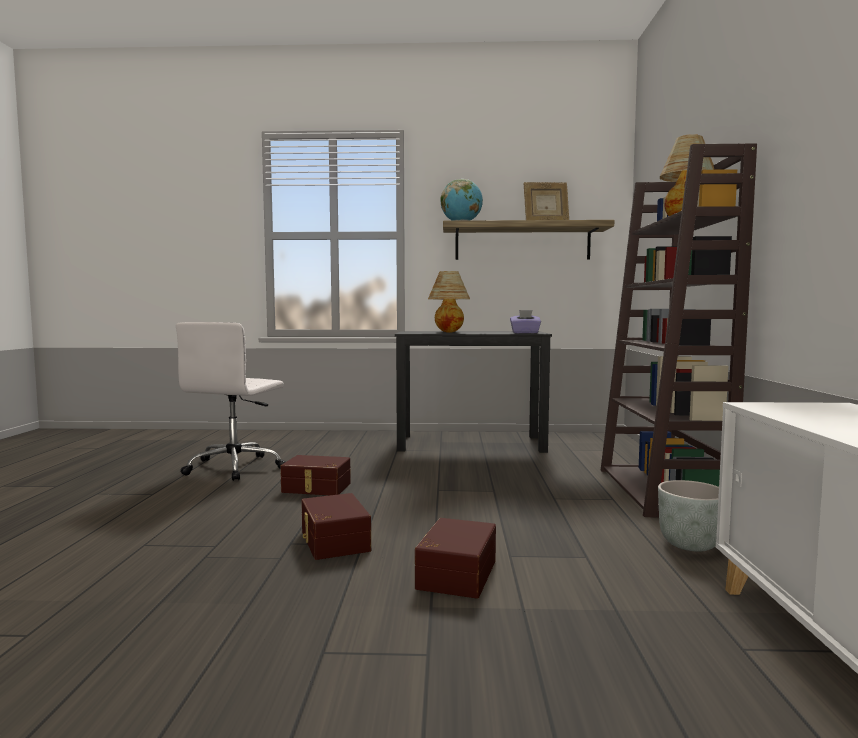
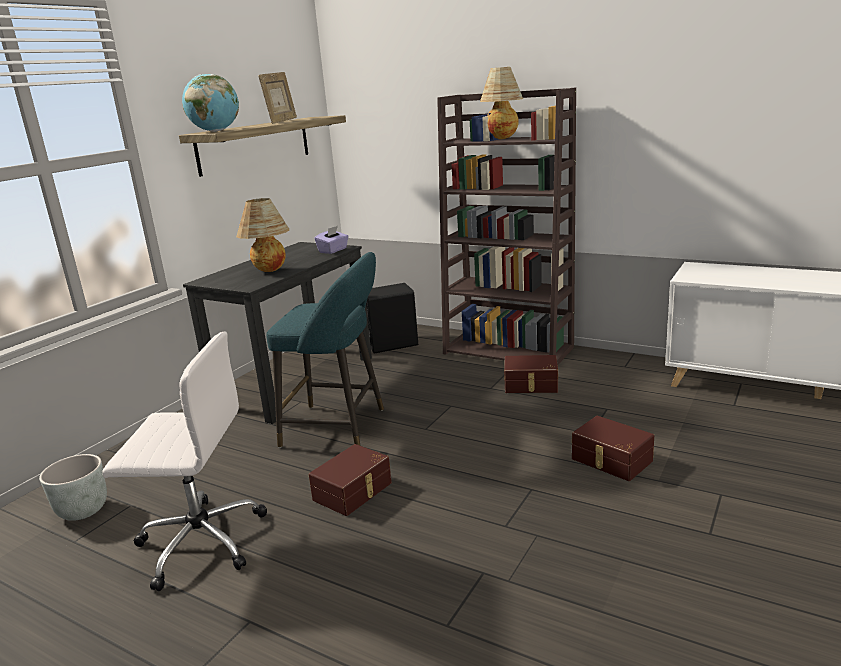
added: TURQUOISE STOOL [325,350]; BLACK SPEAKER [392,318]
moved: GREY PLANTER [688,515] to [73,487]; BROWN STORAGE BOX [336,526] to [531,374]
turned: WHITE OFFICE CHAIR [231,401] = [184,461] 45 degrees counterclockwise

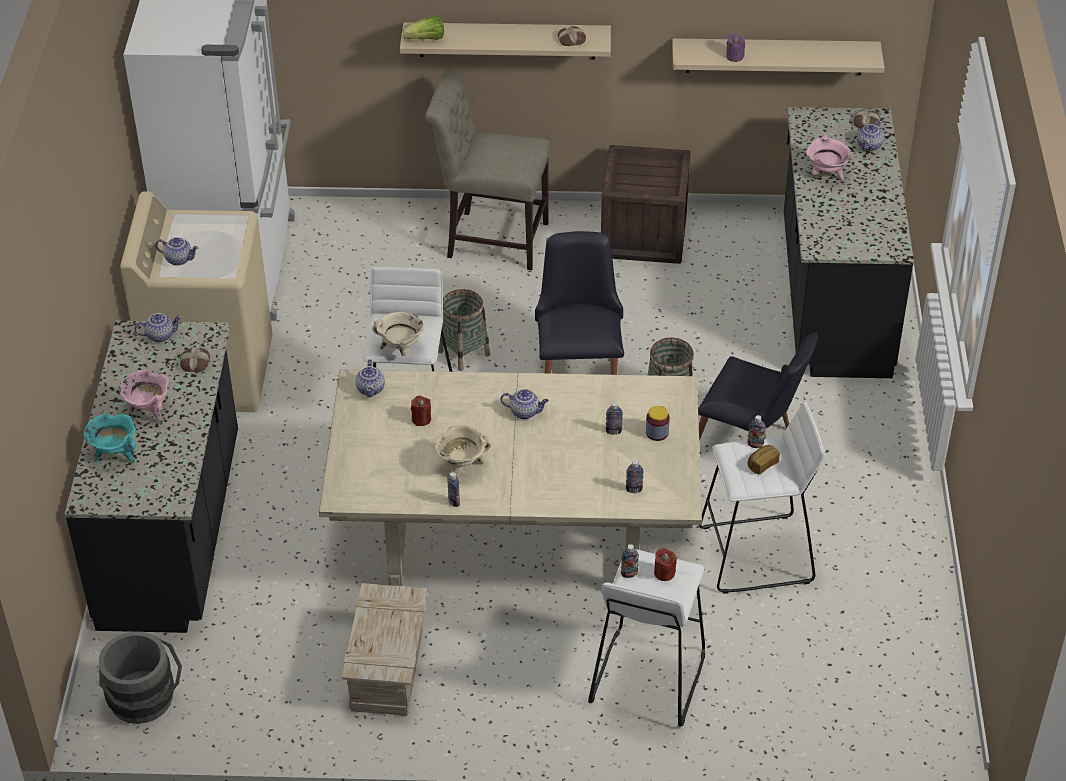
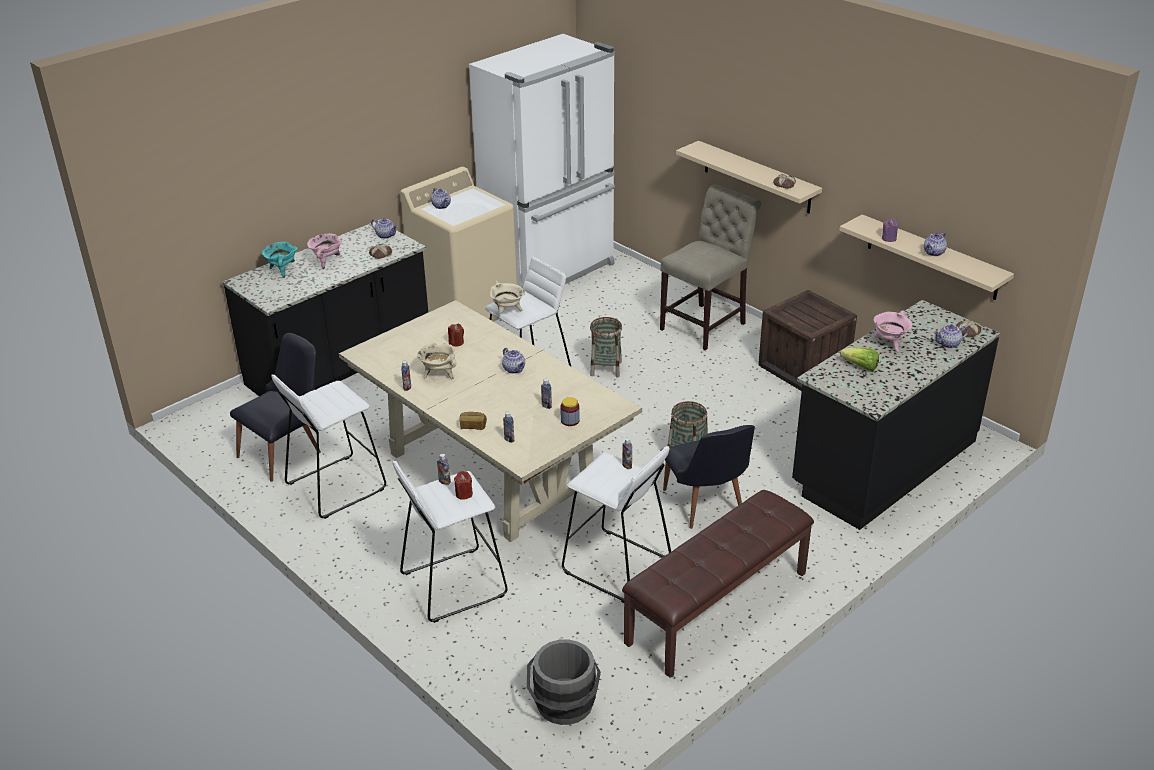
added: BROWN BENCH [718,584]
moved: BLACK CHAIR [579,303] to [275,407]; BREAD [764,460] to [473,421]; GREY BUCKET [140,677] to [564,682]; LETTUCE [423,28] to [859,359]; TEAPOT [370,378] to [935,244]
replaced: CRATE [385,649] to WHITE STOOL [328,447]
turned: BEIGE CHAIR [487,171] = [710,267] 75 degrees clockwise

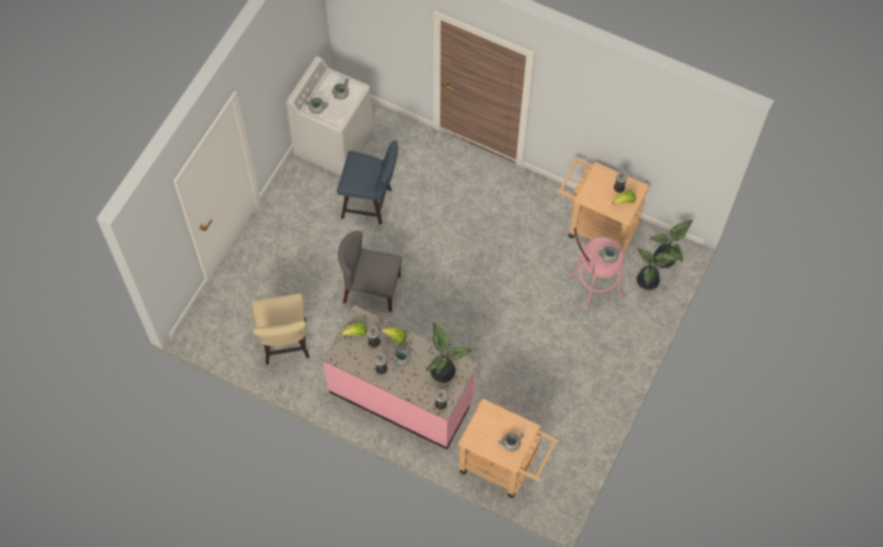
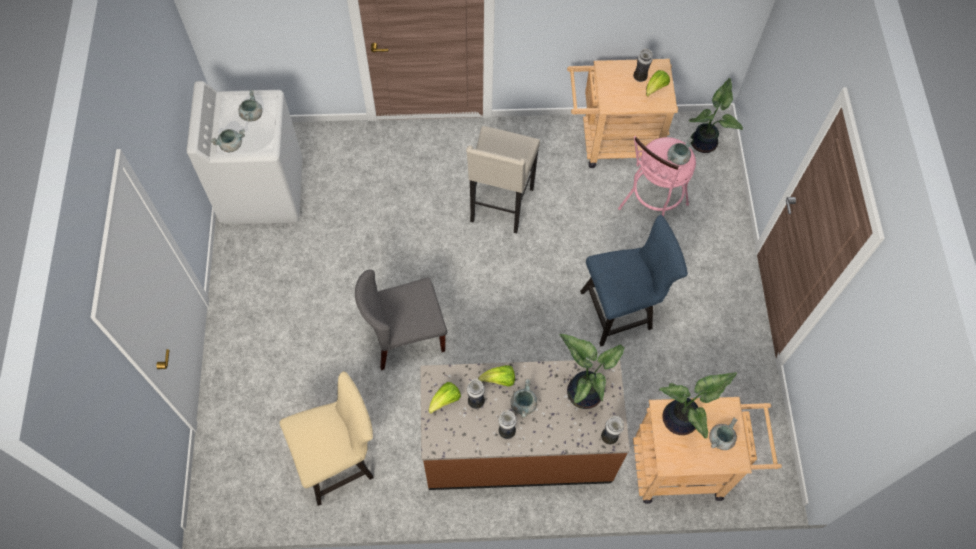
added: BEIGE STOOL [503,179]
moved: BLUE CHAIR [367,183] to [634,281]; POTTED PLANT [659,269] to [698,405]
recoloured: PINK COUNTER [400,377] to BROWN COUNTER [525,424]
turned: BEIGE CHAIR [280,329] = [327,438] 75 degrees counterclockwise

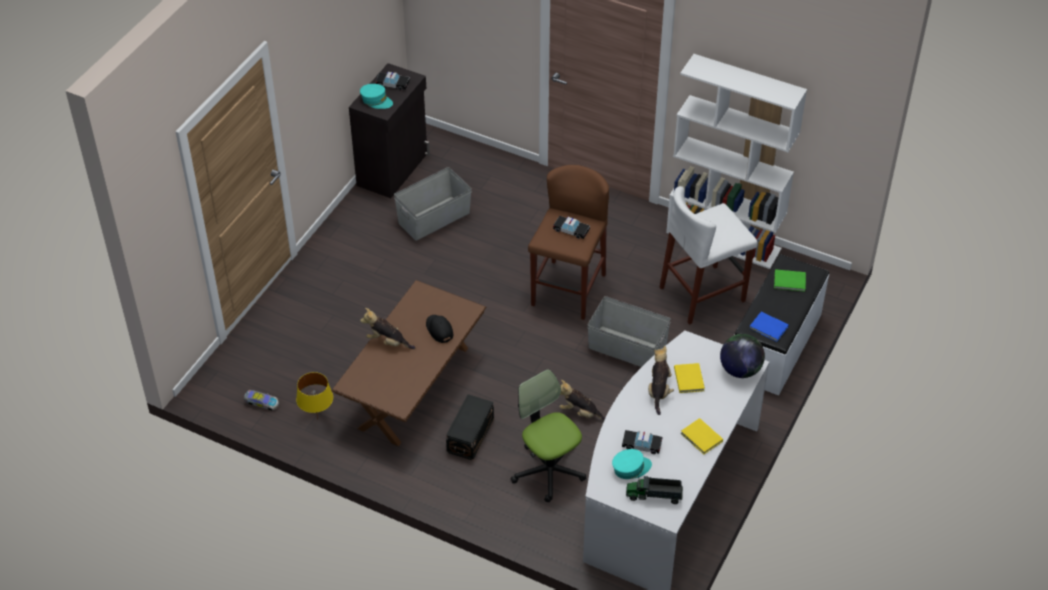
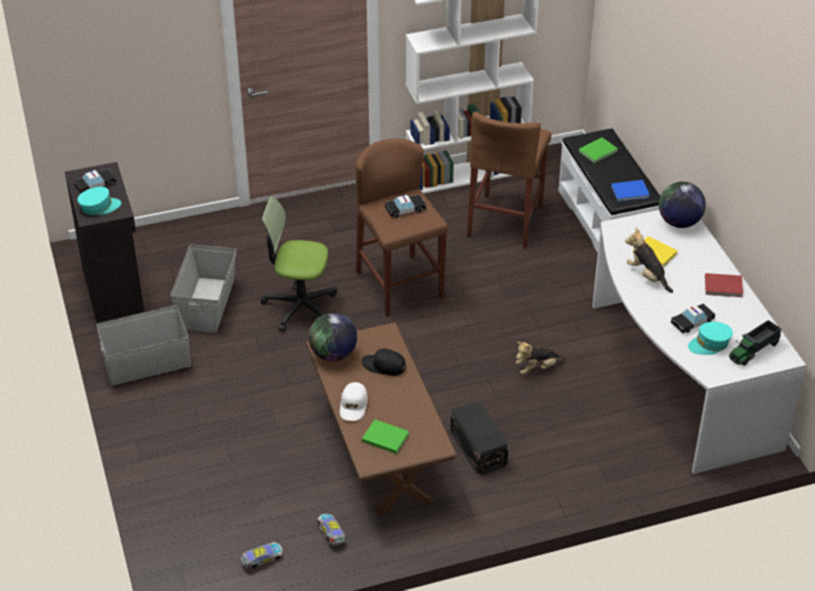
added: GLOBE [332,337]; GREEN BOOK [385,436]
moved: GREY STORAGE BOX [629,331] to [143,345]; OFFICE CHAIR [548,435] to [298,264]
replaced: YELLOW TABLE LAMP [314,395] to TOY CAR [331,529]; PLUSH TOY [387,328] to WHITE CAP [354,401]
recoloured: WHITE STOOL [708,255] to BROWN STOOL [509,180]; YELLOW BOOK [702,436] to RED BOOK [724,285]
turned: TURQUOISE CAP [632,464] = [710,338] 135 degrees counterclockwise

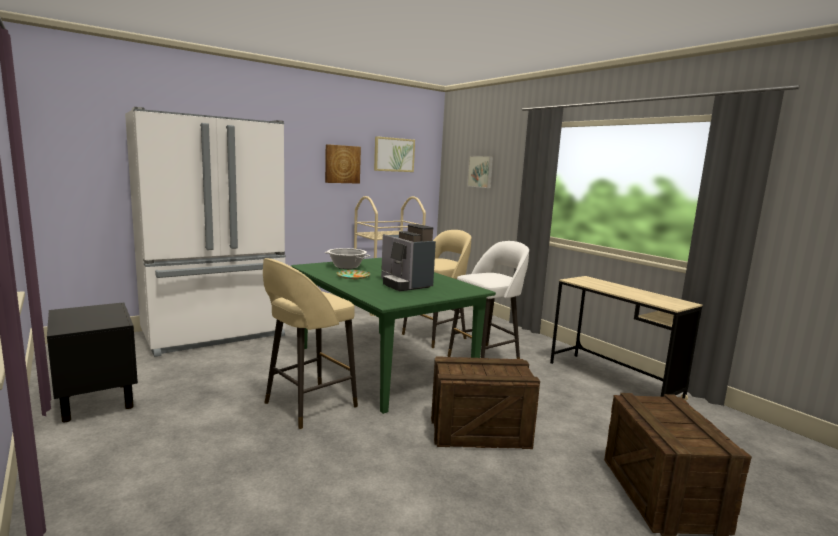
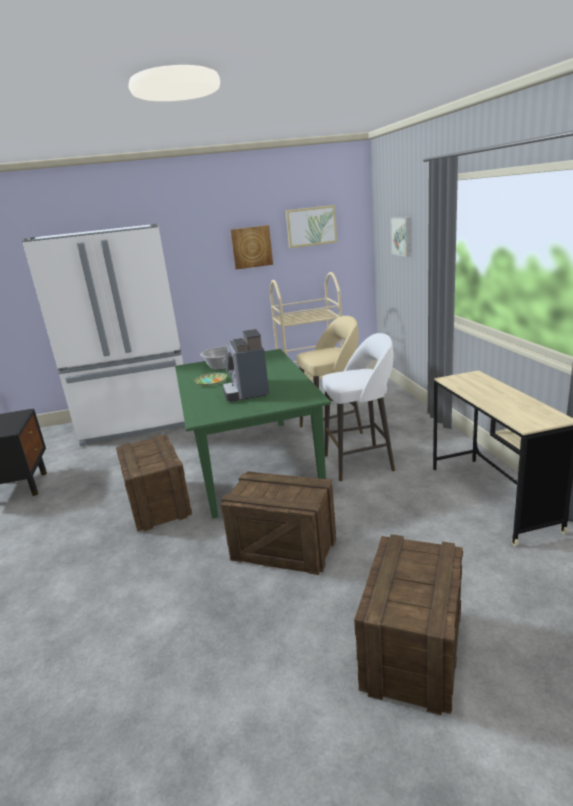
replaced: BEIGE STOOL [310,343] to CRATE [154,483]

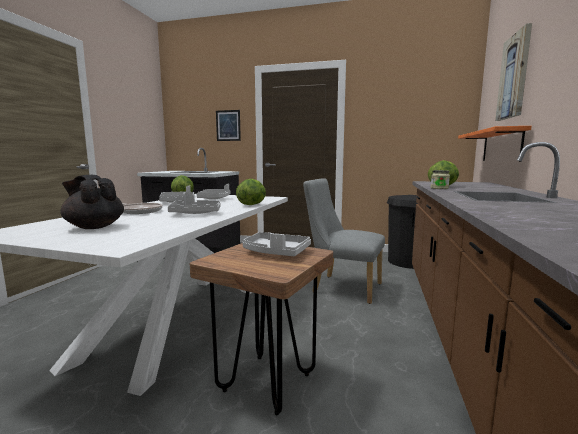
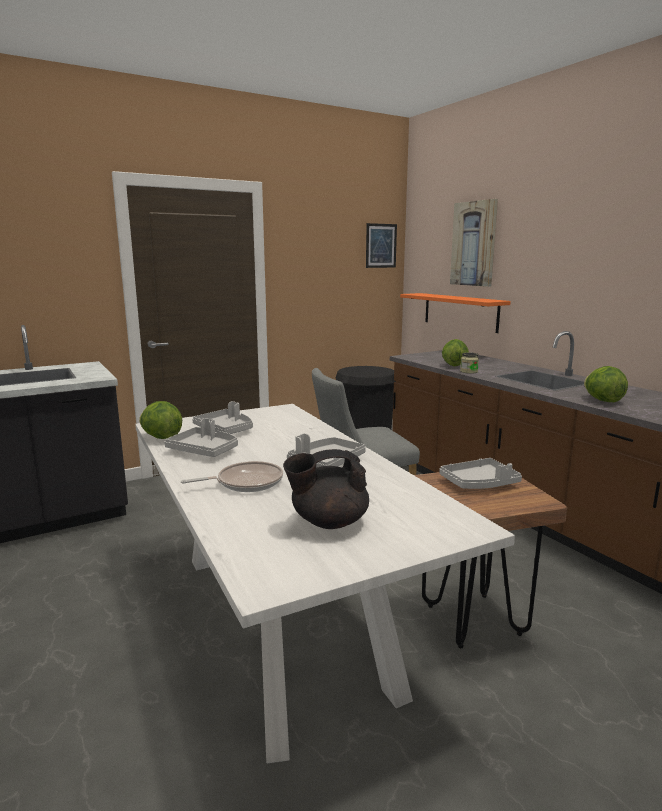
moved: PICTURE [228,125] to [381,245]; LETTUCE [251,192] to [606,384]

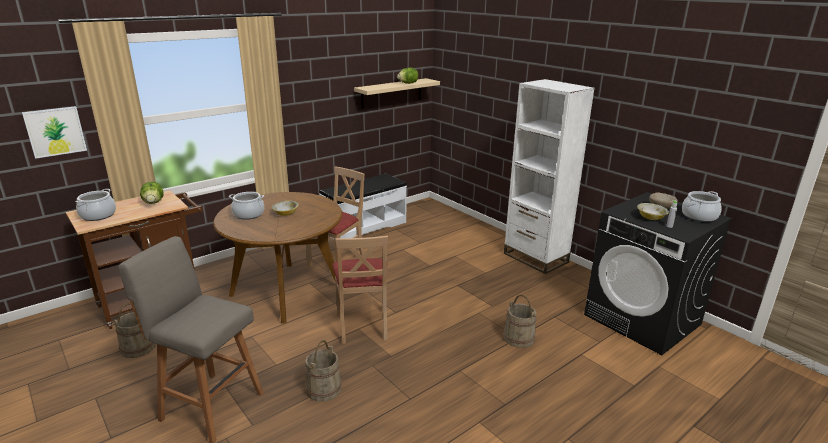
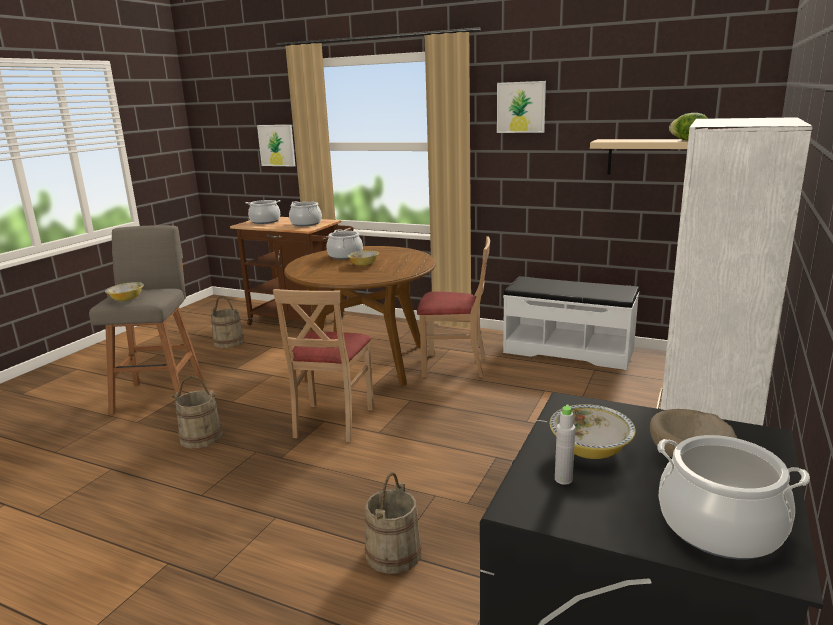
added: BOWL [124,291]; PICTURE [521,107]
replaced: LETTUCE [152,193] to COOKING POT [305,213]
turned: BEIGE CHAIR [360,290] = [323,365] 45 degrees counterclockwise

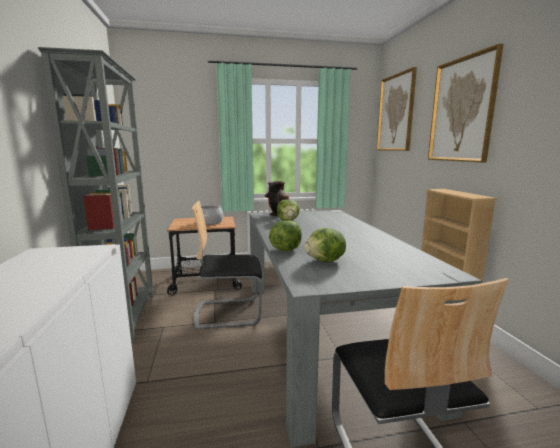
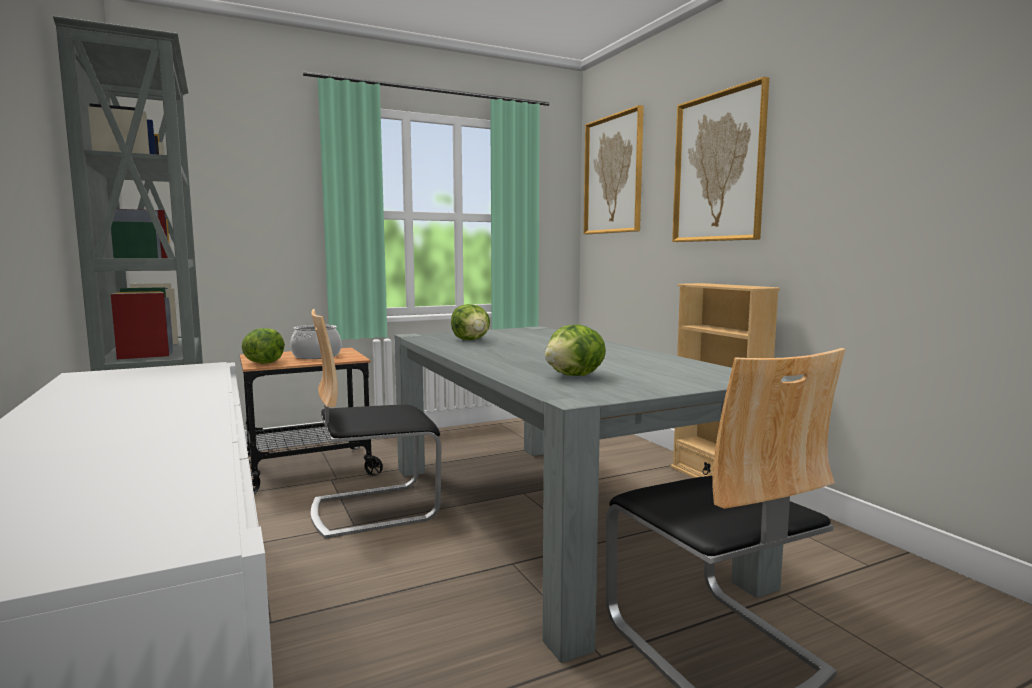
removed: VASE [277,198]
moved: LETTUCE [285,236] to [263,346]

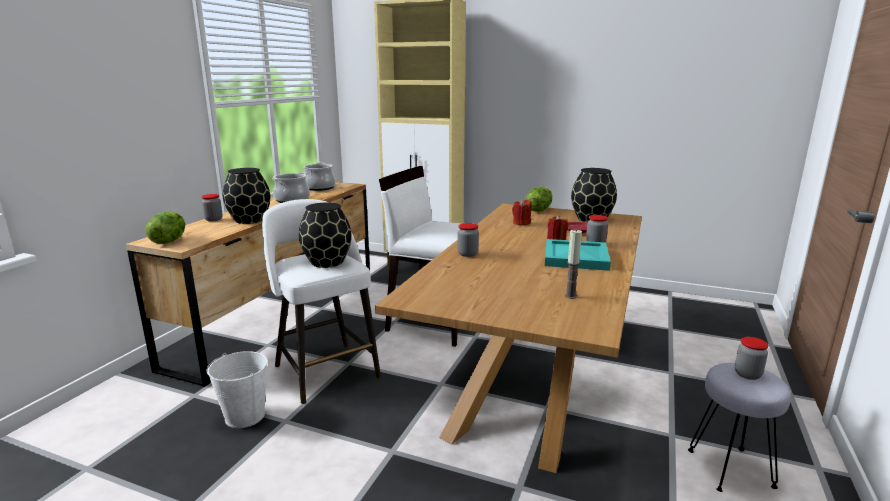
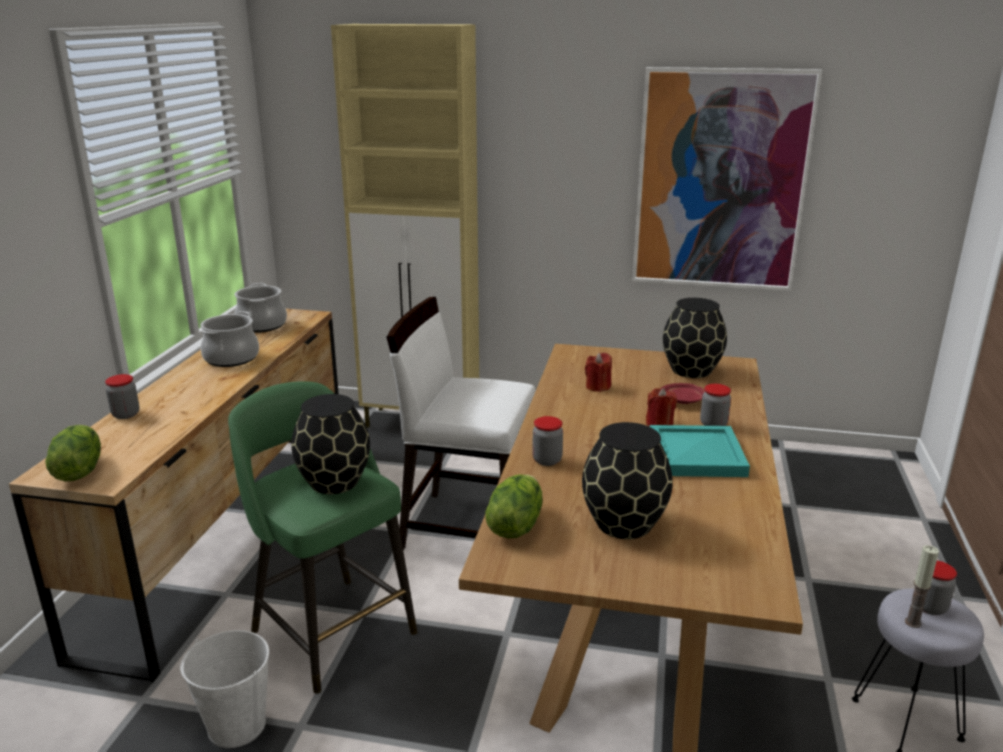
added: PICTURE [727,179]
moved: LETTUCE [539,199] to [513,506]; BLACK VASE [246,196] to [627,480]; CANDLE [573,264] to [922,586]
recoloured: WHITE STOOL [321,301] to GREEN STOOL [322,537]

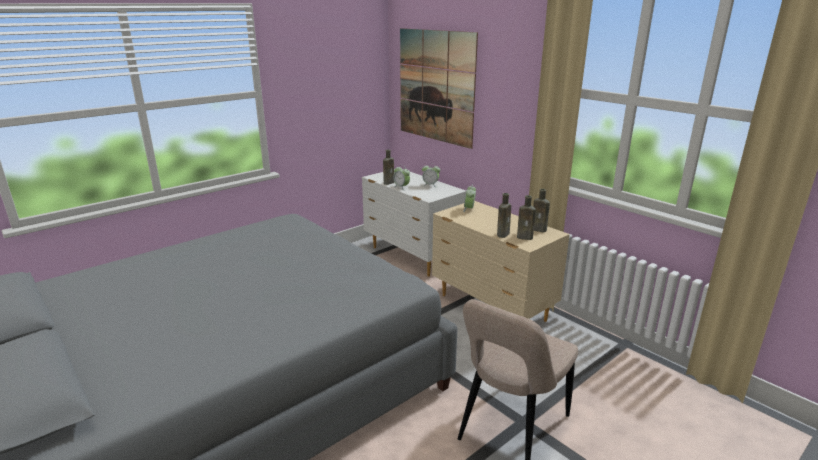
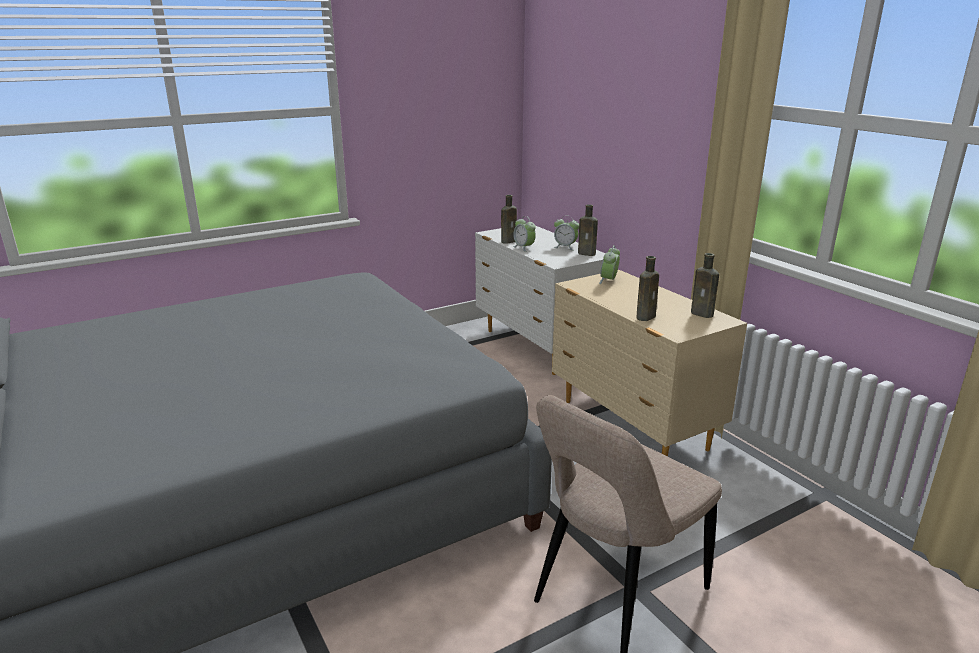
removed: PICTURE [439,88]
moved: BROWN BOTTLE [526,217] to [588,230]

